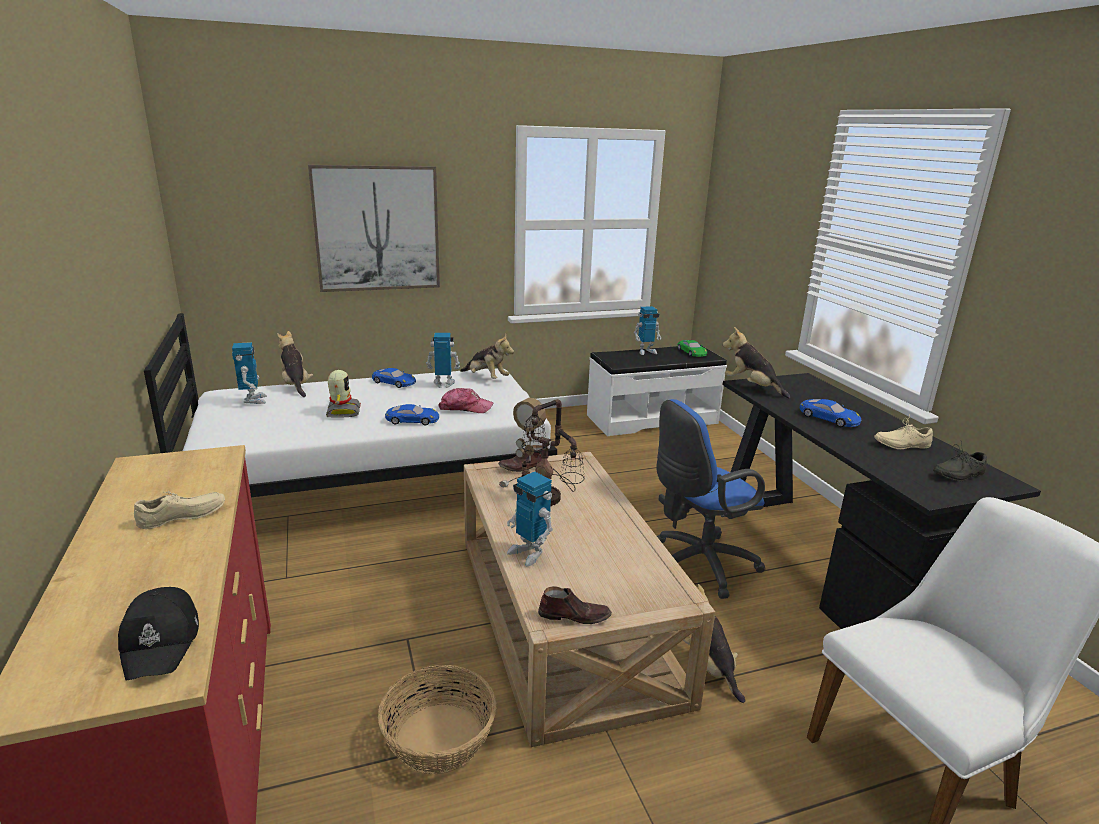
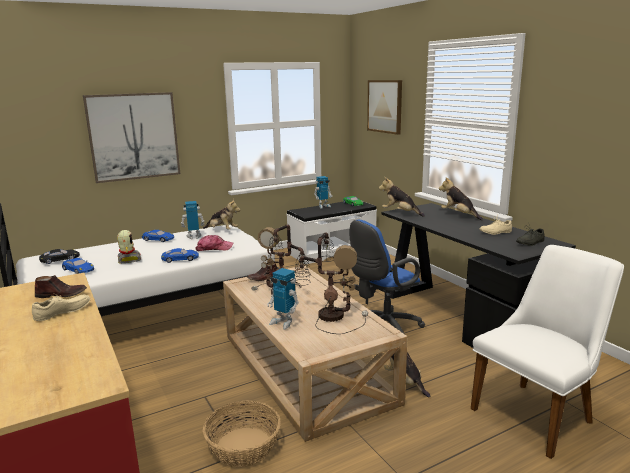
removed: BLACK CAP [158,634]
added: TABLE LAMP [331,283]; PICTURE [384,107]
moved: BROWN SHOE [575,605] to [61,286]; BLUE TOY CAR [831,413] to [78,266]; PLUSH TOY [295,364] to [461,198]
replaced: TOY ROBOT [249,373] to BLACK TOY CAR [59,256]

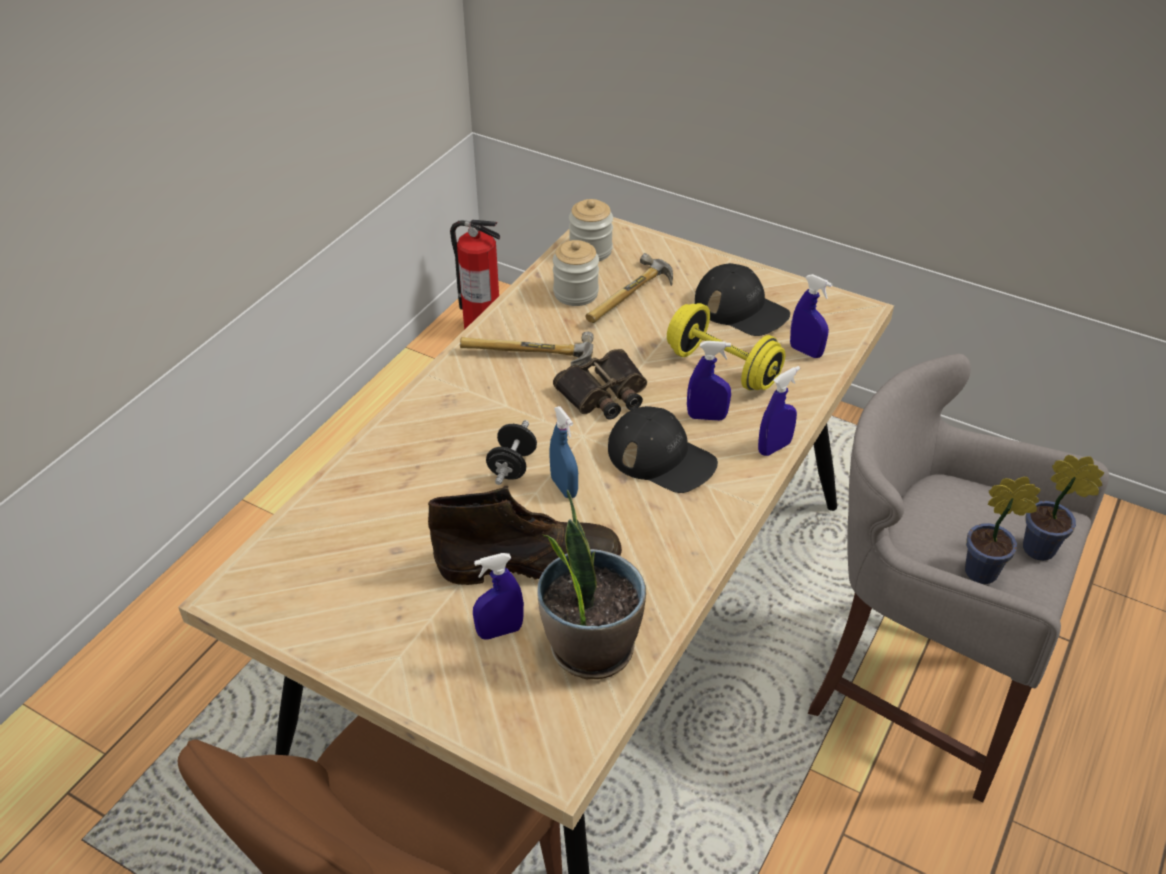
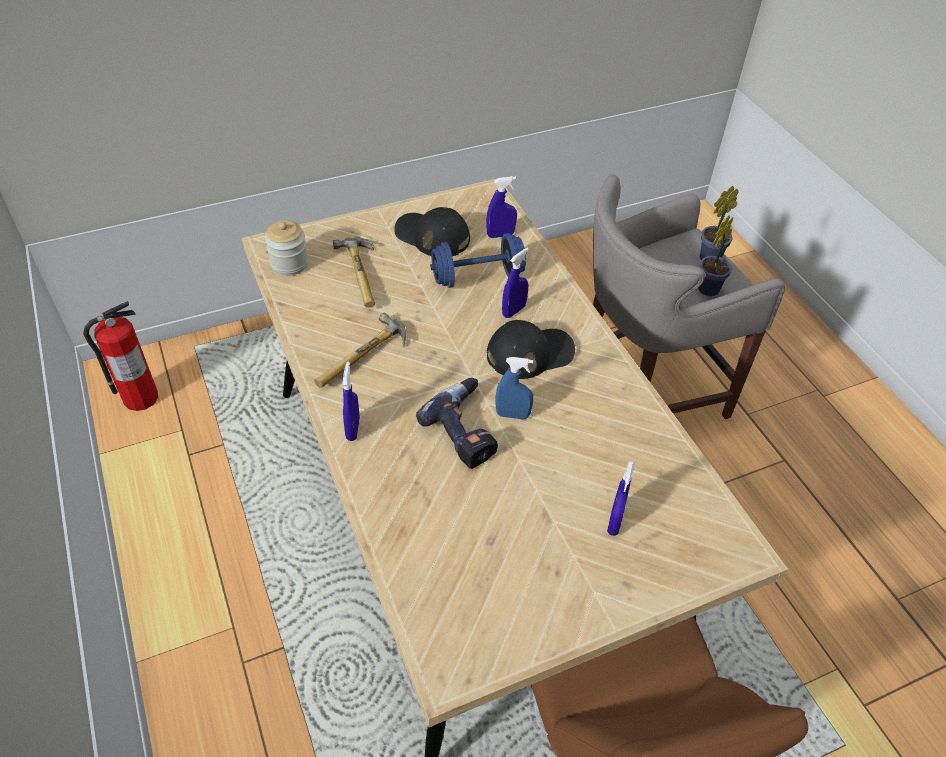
removed: BROWN BOOT [525,535]; POTTED PLANT [591,585]; JAR [576,273]; BINOCULARS [600,384]
moved: BLUE SPRAY BOTTLE [779,411] to [351,401]
replaced: BLACK DUMBBELL [511,452] to POWER DRILL [457,423]
recoloured: YELLOW DUMBBELL [726,347] to BLUE DUMBBELL [478,260]
turned: BLACK CAP [742,299] = [432,231] 135 degrees counterclockwise

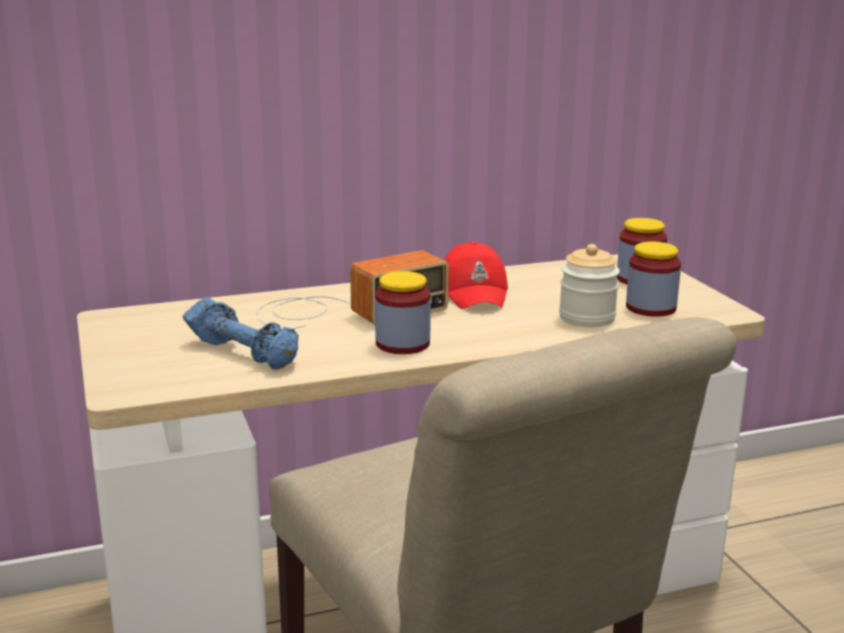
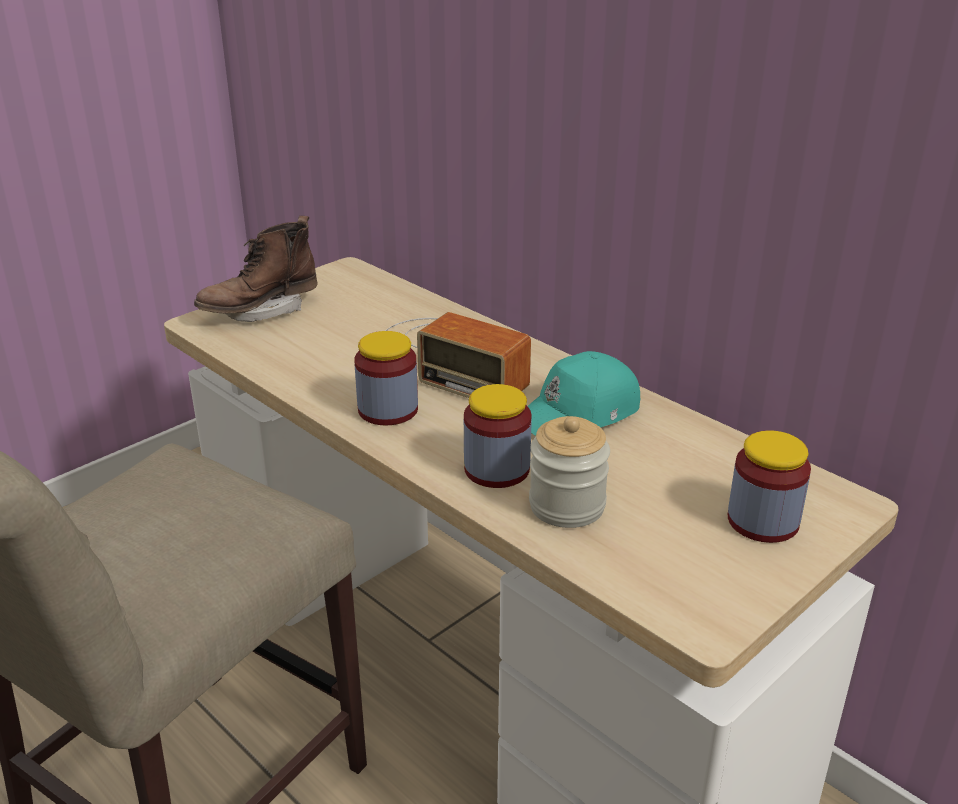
removed: BLUE DUMBBELL [241,333]
added: BROWN BOOT [256,269]
moved: JAR [653,279] to [498,436]
recoloured: RED CAP [476,275] to TURQUOISE CAP [584,393]

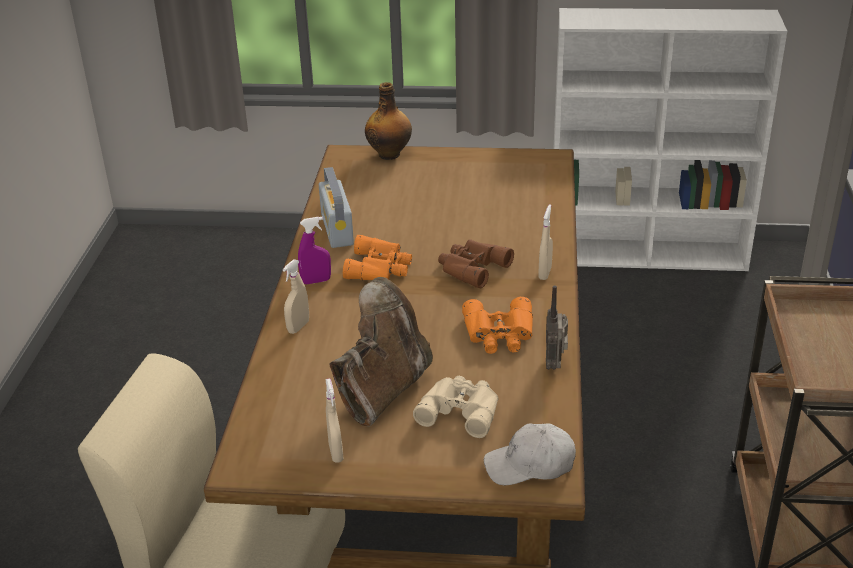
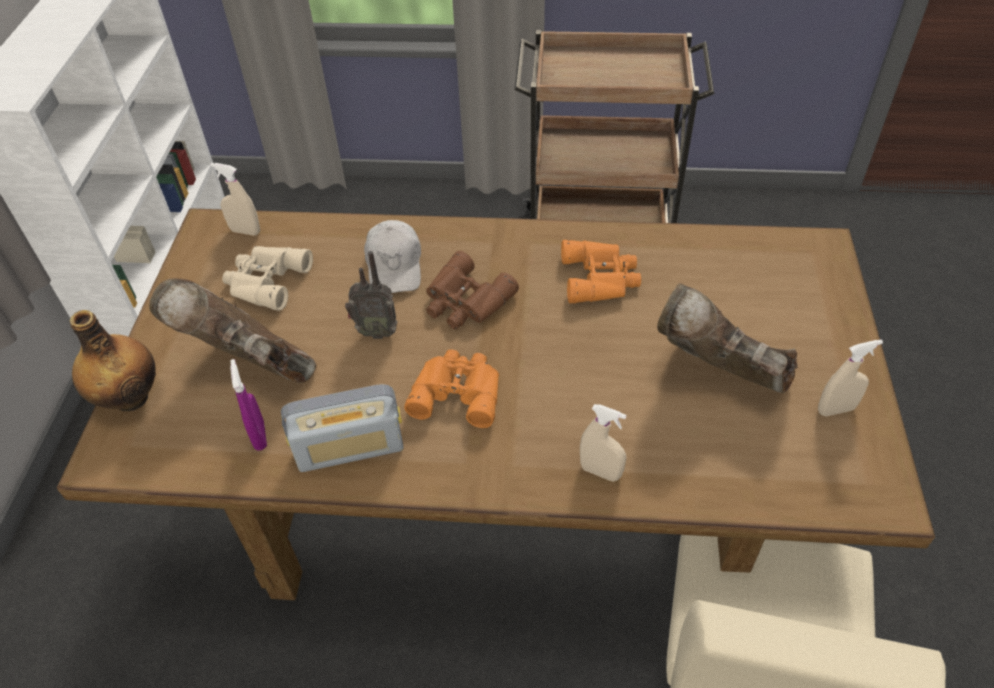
added: BROWN BOOT [232,330]
moved: BEIGE SPRAY BOTTLE [545,242] to [235,199]; BEIGE BINOCULARS [455,407] to [267,278]; PURPLE SPRAY BOTTLE [314,250] to [248,404]; RADIO [557,327] to [371,295]; WHITE CAP [530,454] to [392,256]

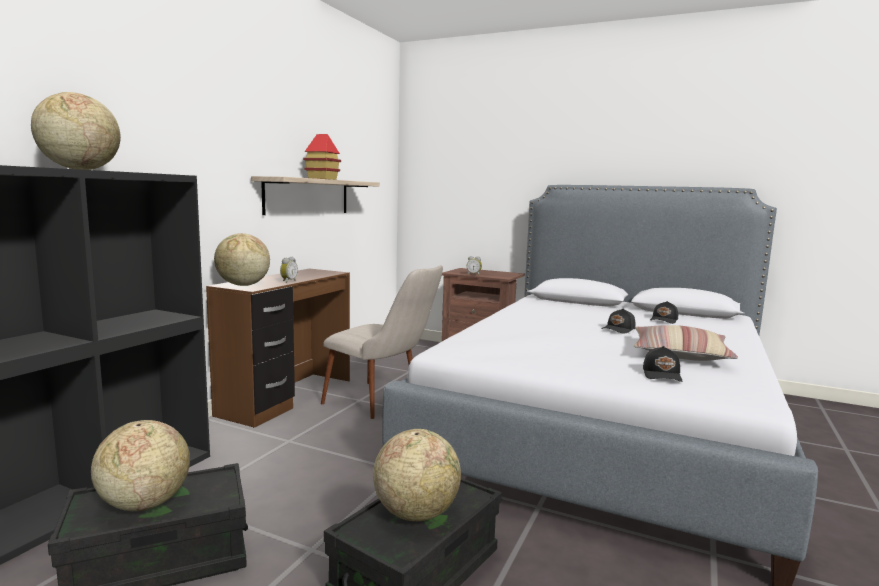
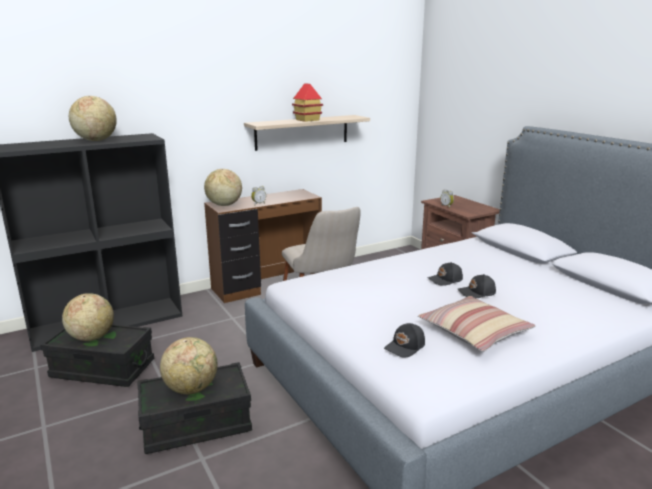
moved: BLACK CAP [664,312] to [445,274]

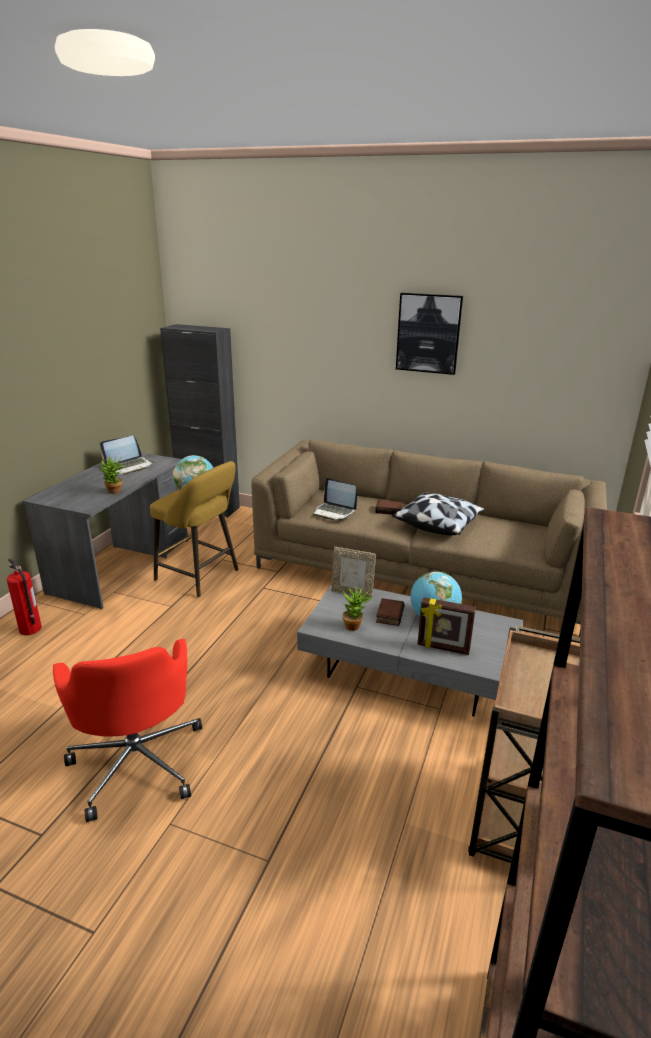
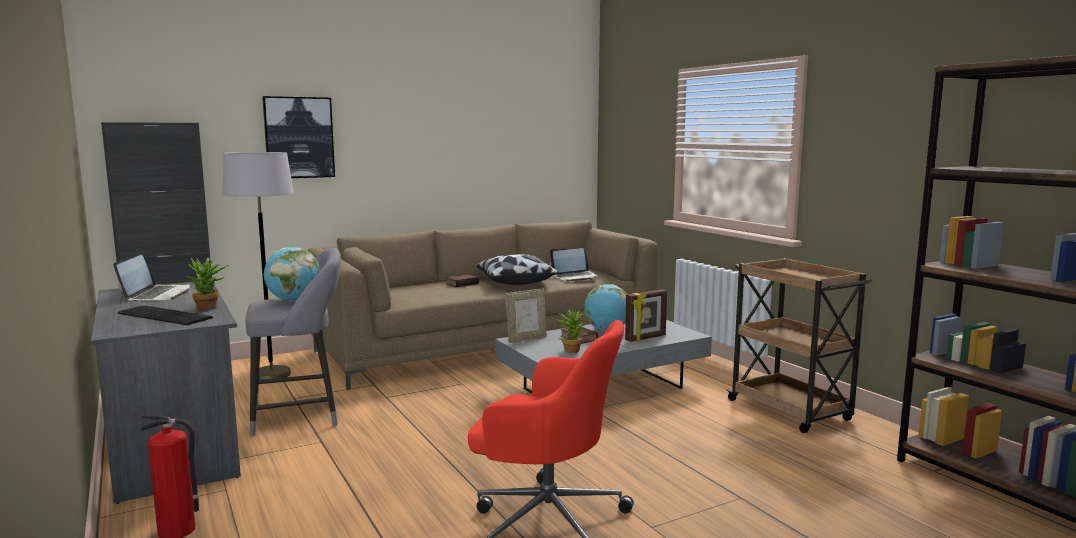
added: KEYBOARD [165,315]; GREY FLOOR LAMP [258,266]
moved: PICTURE [429,334] to [298,137]; LAPTOP [335,499] to [574,265]
recoloured: YELLOW STOOL [194,529] to GREY STOOL [293,342]

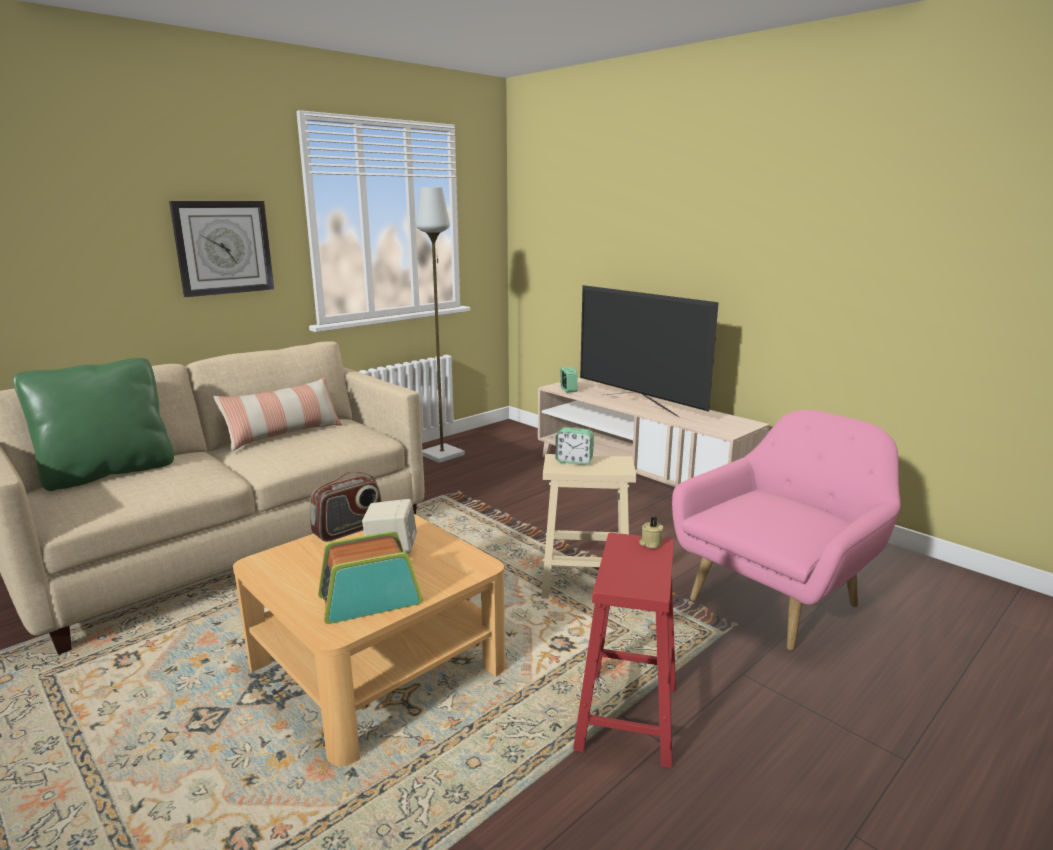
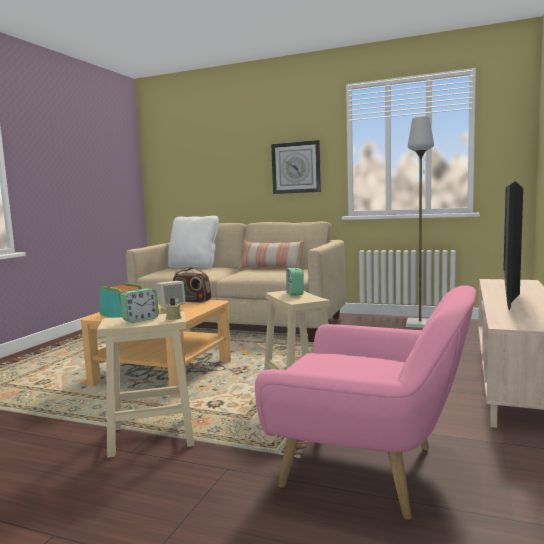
moved: ALARM CLOCK [569,380] to [139,305]
recoloured: RED STOOL [624,650] to BEIGE STOOL [146,385]; GREEN PILLOW [93,424] to WHITE PILLOW [193,242]

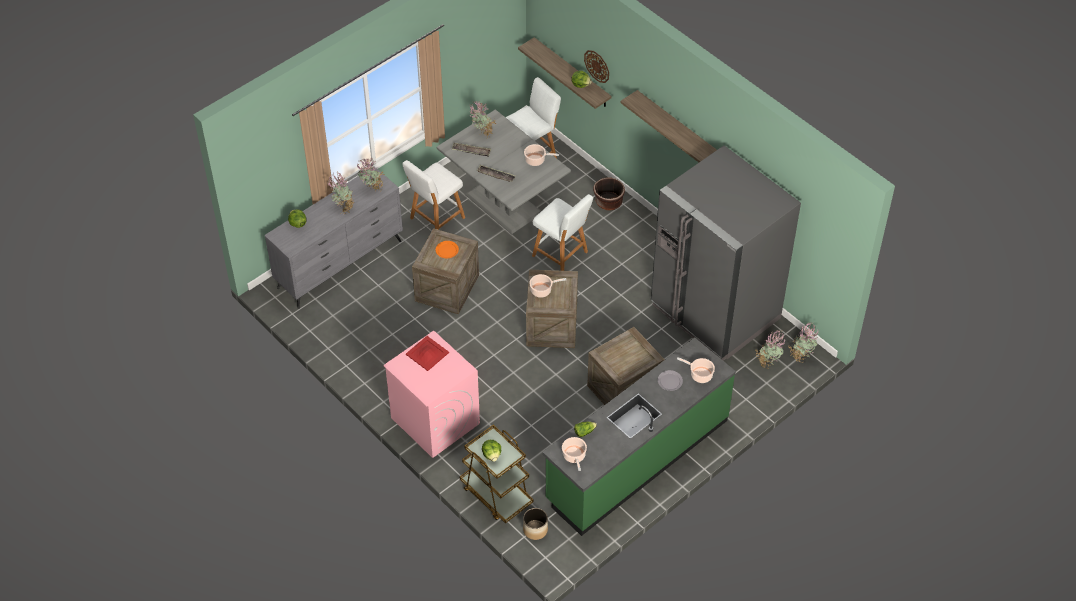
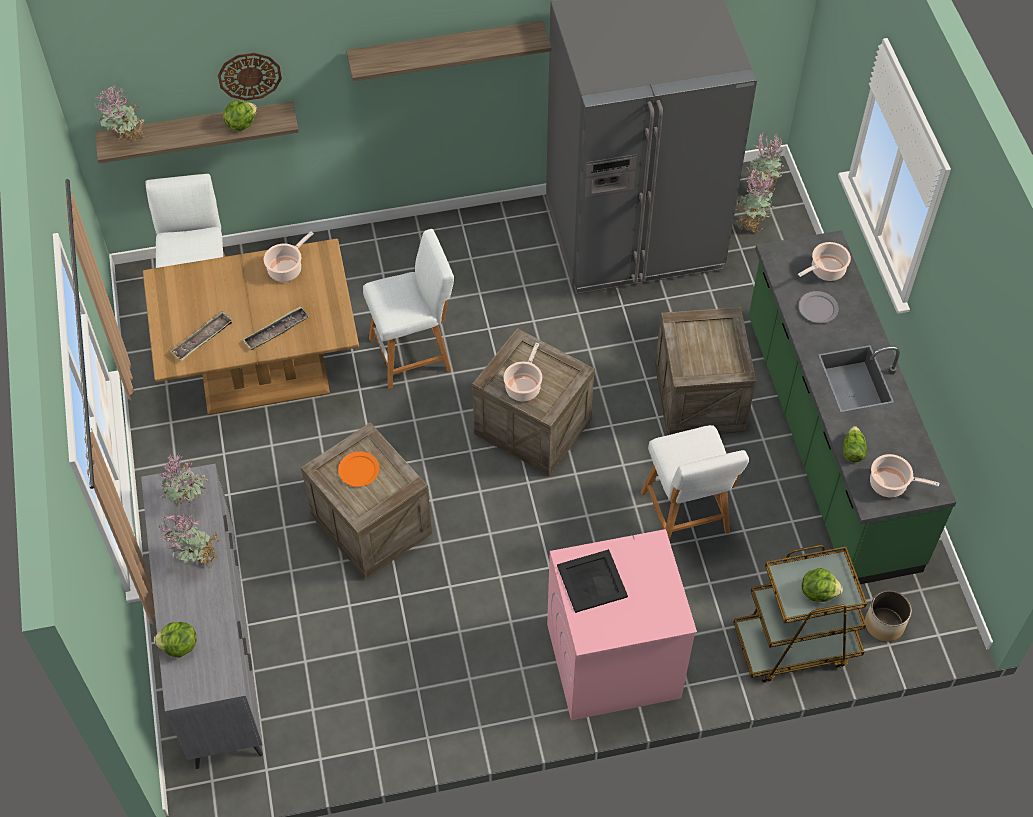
removed: BROWN PLANTER [609,194]
moved: POTTED PLANT [482,119] to [119,113]; WHITE STOOL [433,195] to [695,483]
recoloured: GREY DINING TABLE [504,172] to BROWN DINING TABLE [251,327]; RED TRAY [427,353] to BLACK TRAY [592,581]

